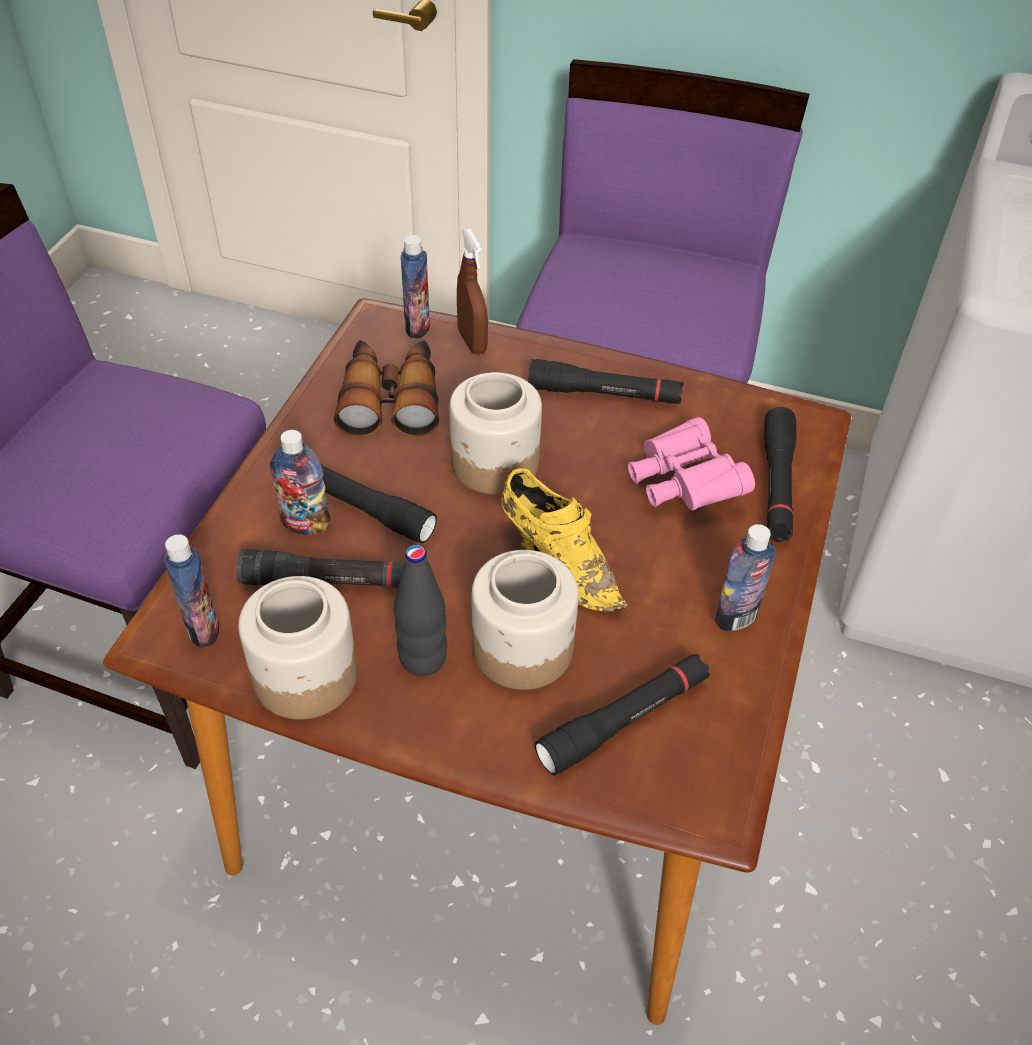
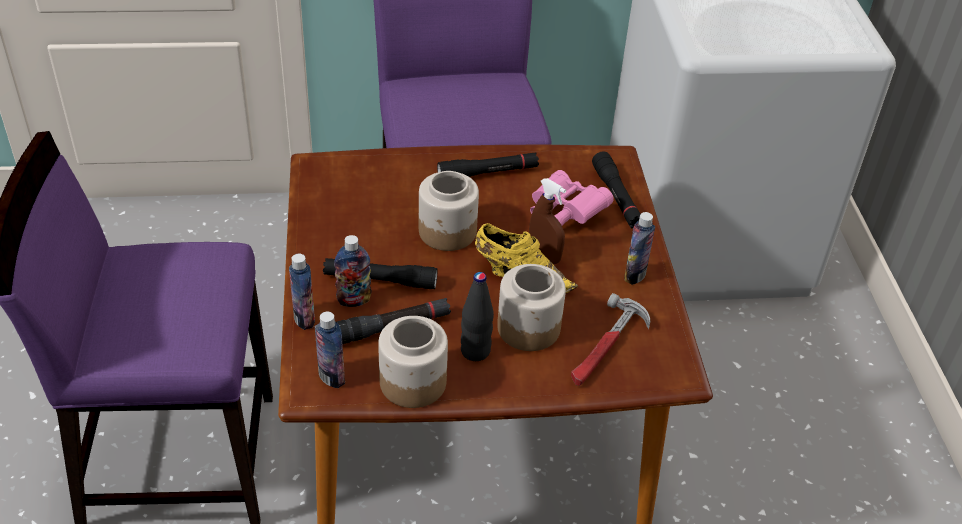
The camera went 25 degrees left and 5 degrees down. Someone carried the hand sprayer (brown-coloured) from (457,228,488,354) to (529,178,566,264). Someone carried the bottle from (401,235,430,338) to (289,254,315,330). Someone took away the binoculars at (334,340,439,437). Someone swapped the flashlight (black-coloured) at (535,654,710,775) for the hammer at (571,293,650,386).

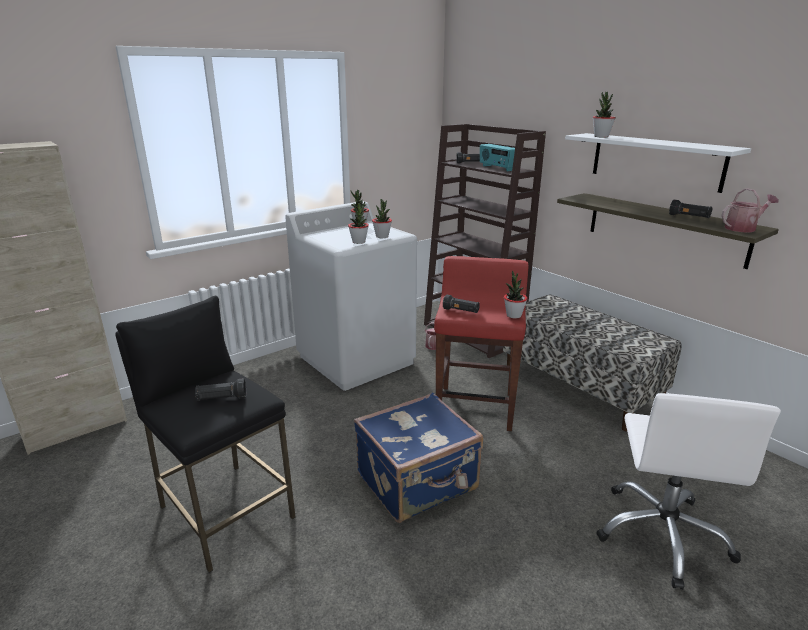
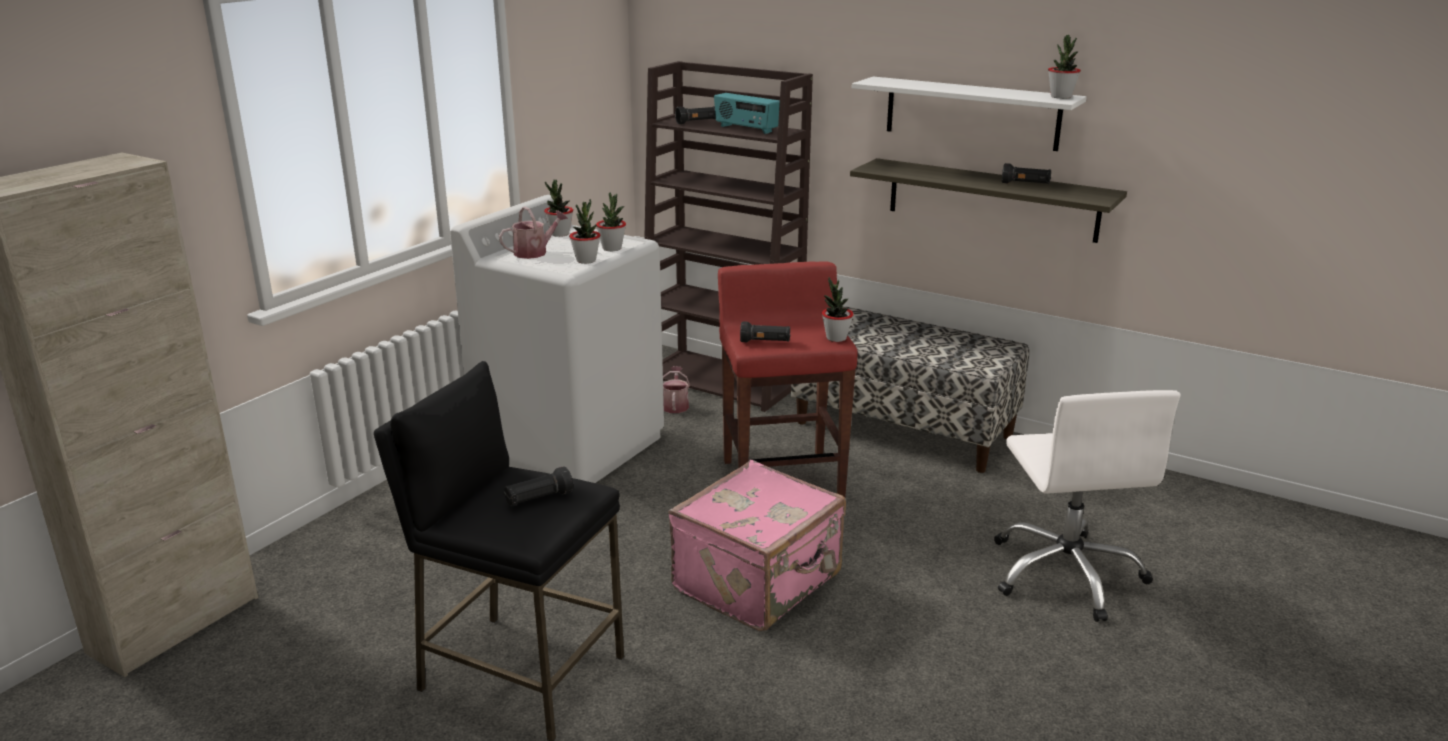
The camera went 20 degrees left and 0 degrees up. Someone carried the plant in a pot from (593,92,616,138) to (1048,35,1081,99). Someone carried the sprinkling can from (722,188,779,232) to (499,206,568,259). Someone repainted the suitcase (blue-coloured) at (354,393,483,523), which became the suitcase (pink-coloured) at (668,460,846,631).

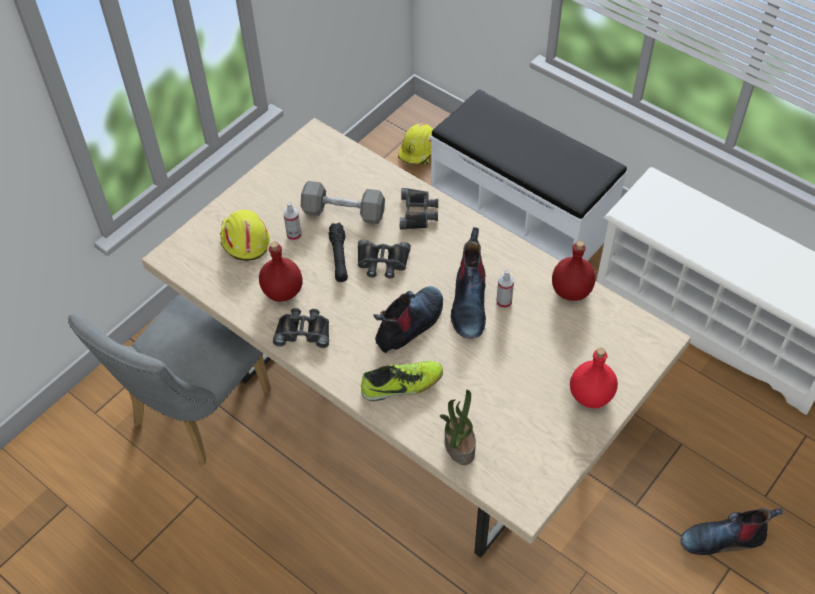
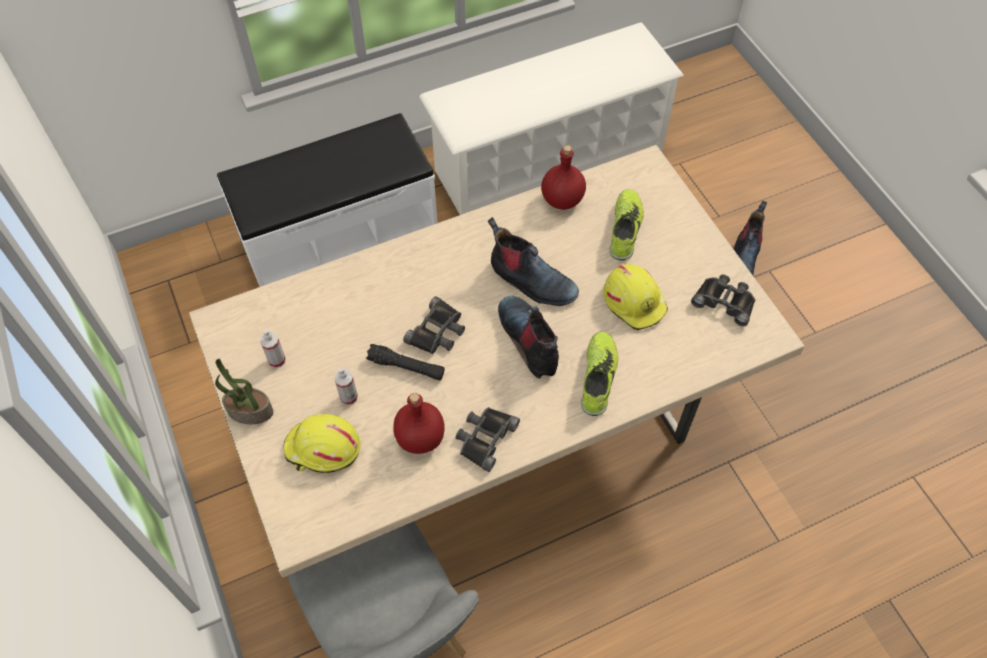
The camera went 65 degrees left and 5 degrees up. Someone carried the work helmet (yellow) from (398,123,433,164) to (603,264,668,330). Someone took away the dumbbell (grey) at (301,181,385,224). Someone carried the binoculars (black-coloured) from (400,188,438,230) to (691,275,755,326). Someone carried the hand sprayer from (496,270,514,309) to (260,329,286,368). Someone took away the bottle (reddish) at (570,348,618,408). Someone carried the plant in a pot from (440,390,476,465) to (215,359,274,424). Someone put down the shoe at (609,189,644,261).

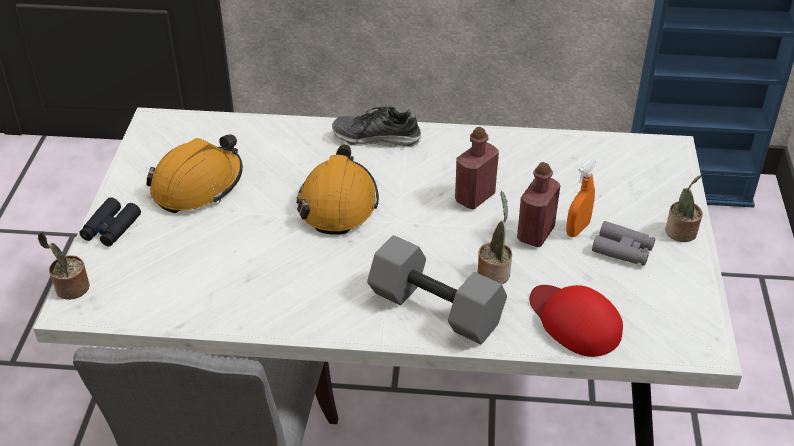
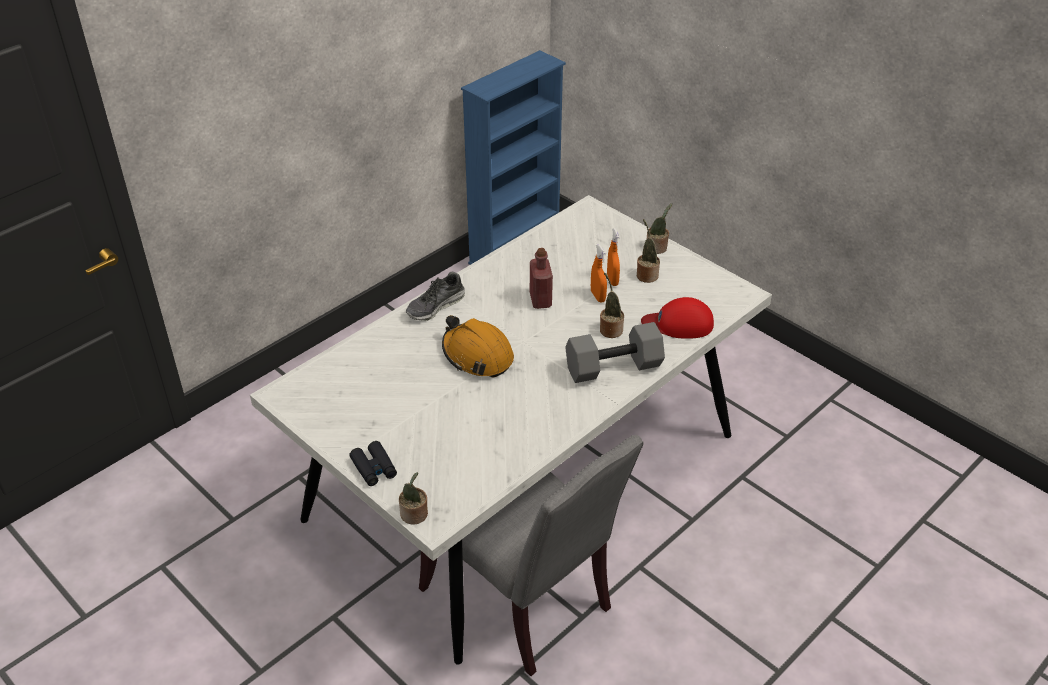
The camera went 50 degrees left and 0 degrees up. Someone took away the work helmet (orange-coloured) at (146,134,243,213). Someone swapped the bottle (reddish) at (517,162,560,247) for the hand sprayer (orange-coloured) at (591,244,607,302). Someone swapped the binoculars (grey) at (592,221,655,266) for the plant in a pot at (637,219,660,283).

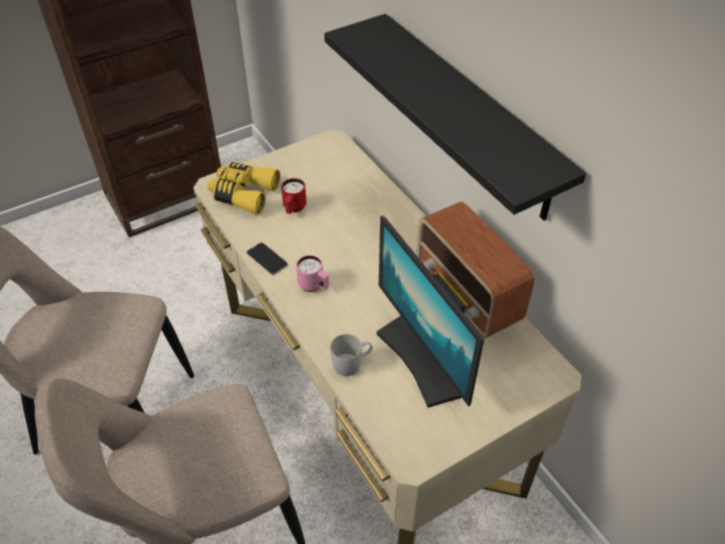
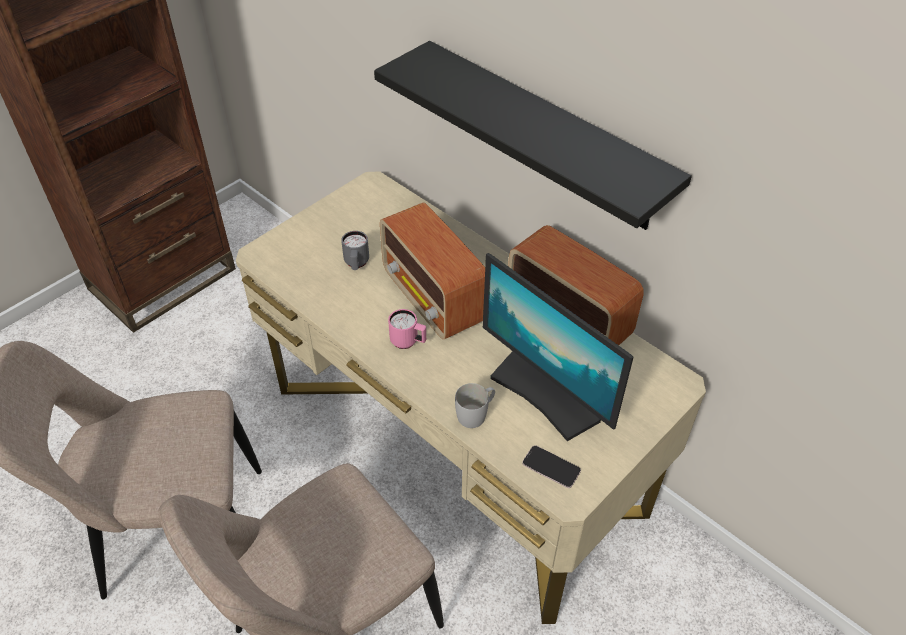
The camera went 15 degrees left and 0 degrees up. Someone took away the binoculars (yellow) at (207,162,280,215). Someone repainted the tea mug (reddish) at (281,178,306,214), which became the tea mug (grey) at (341,231,369,270). Someone carried the phone from (247,242,288,275) to (522,445,581,488). Someone put down the radio receiver at (380,202,485,339).

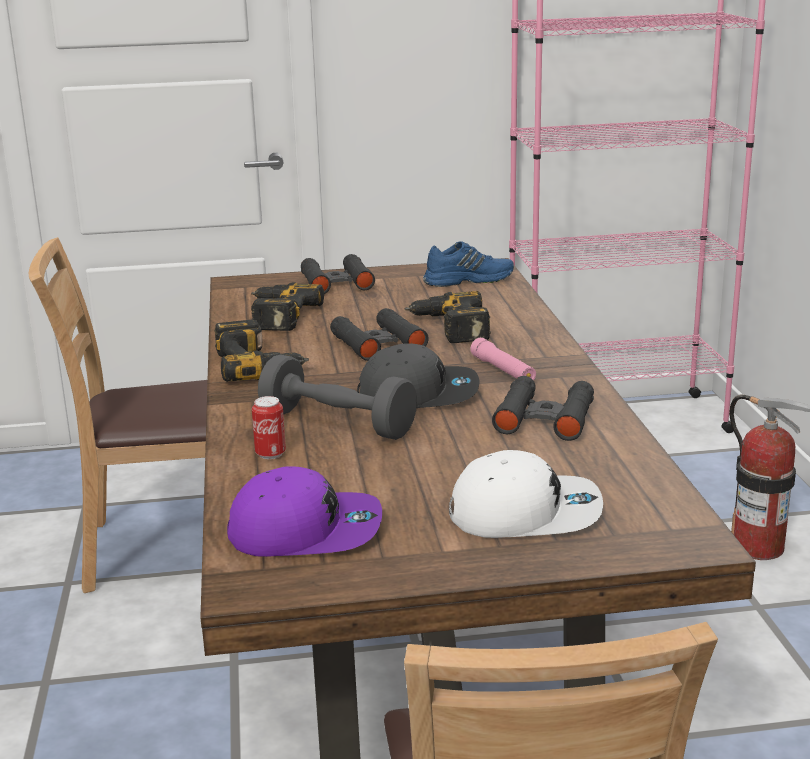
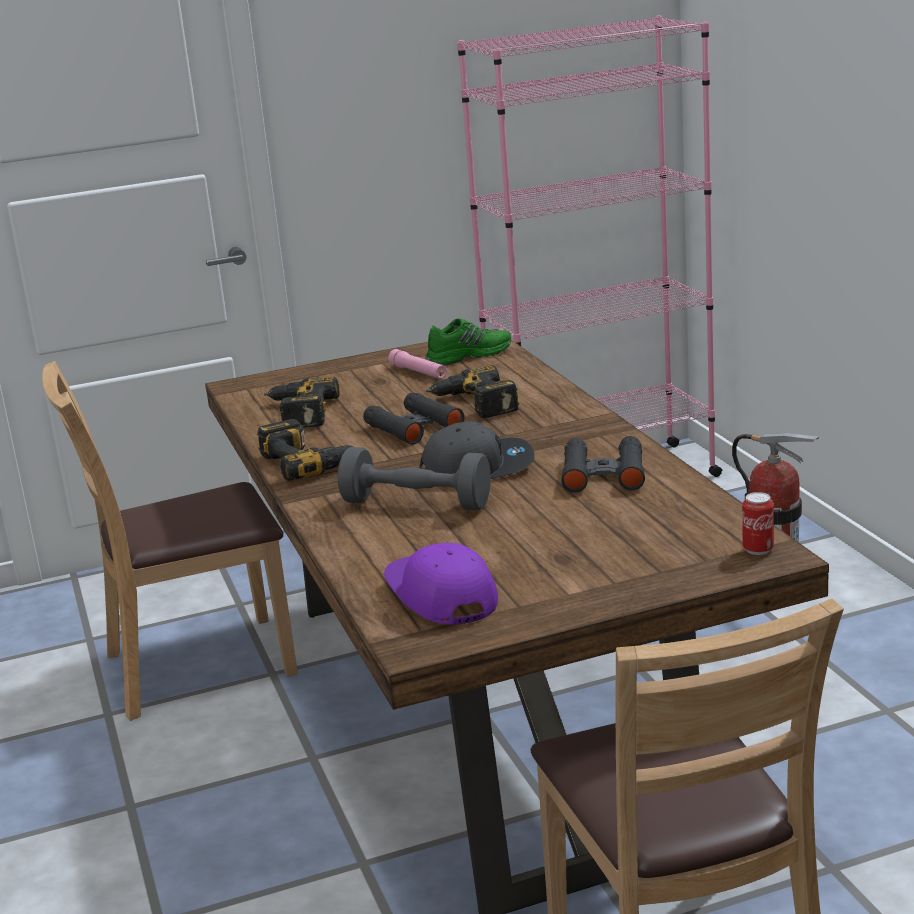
The camera went 10 degrees left and 0 degrees up. Someone repainted the shoe (blue-coloured) at (423,241,514,287), which became the shoe (green) at (425,318,511,366). Someone took away the binoculars (black-coloured) at (301,254,375,294). Someone carried the flashlight (pink-coloured) from (470,338,536,381) to (388,349,447,379). Someone carried the sealed can from (252,396,286,459) to (742,492,774,555). Someone took away the baseball cap (white) at (449,450,603,538). Someone rotated the baseball cap (purple) at (227,466,382,557) by 105 degrees counterclockwise.

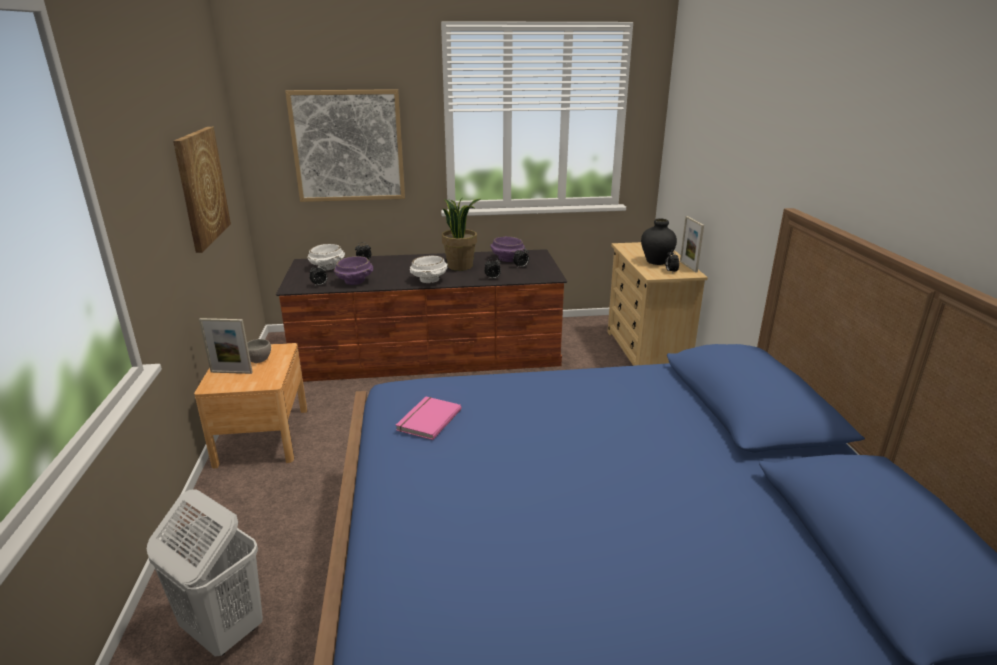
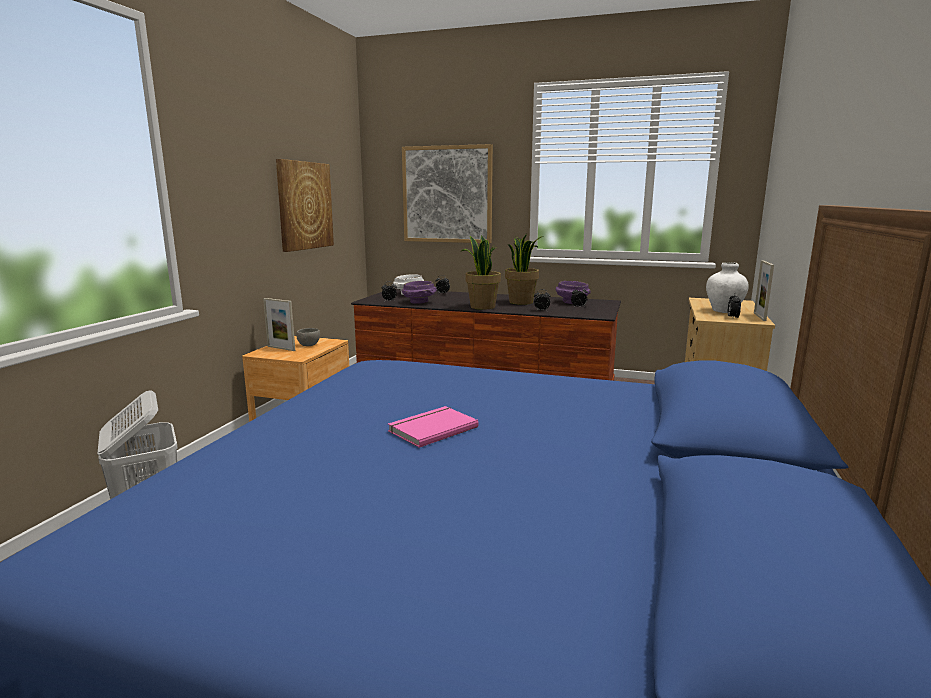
The camera went 25 degrees right and 10 degrees down. Someone repainted the flower vase (black-coloured) at (641,218,677,265), which became the flower vase (white) at (706,262,749,313). Someone swapped the bowl (white) at (410,255,448,283) for the plant in a pot at (460,235,501,310). Someone carried the book (pink-coloured) from (396,397,461,440) to (388,406,478,448).

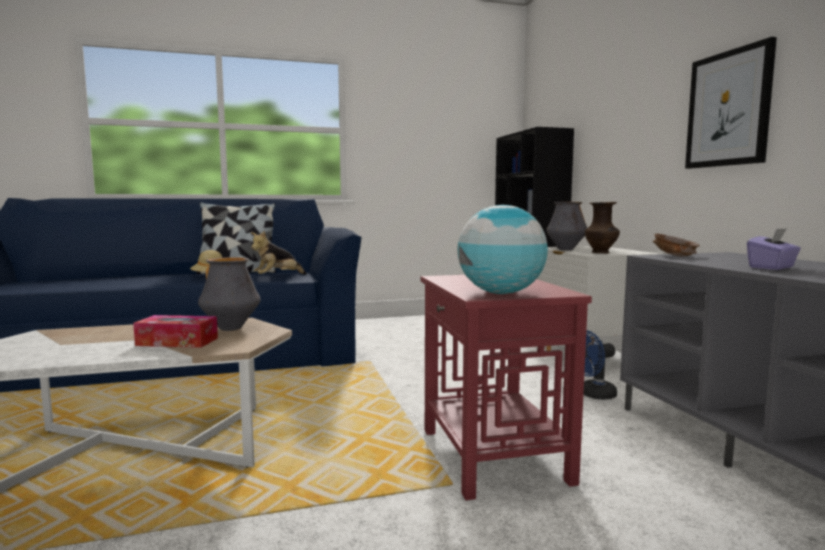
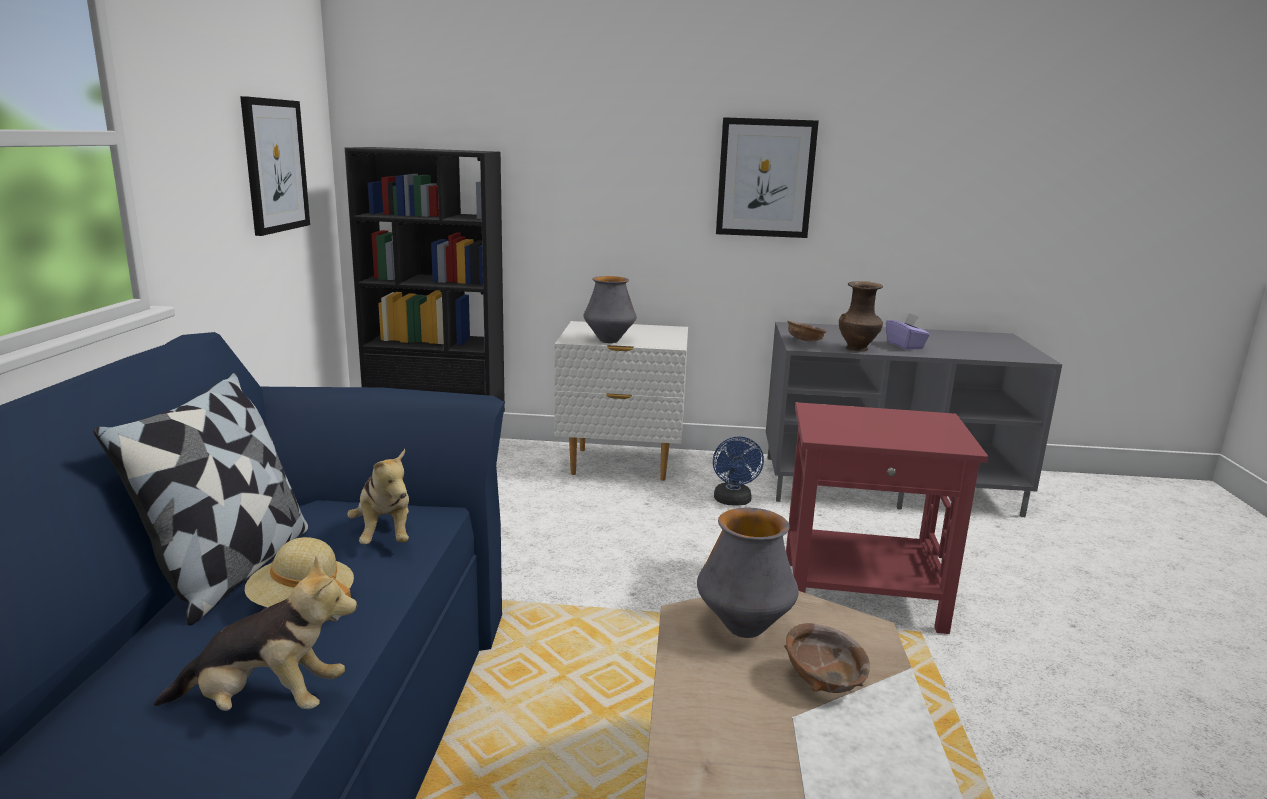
The camera went 70 degrees left and 10 degrees up. Someone carried the flower vase (brown-coloured) from (585,202,620,254) to (839,281,883,352). Someone took away the world globe at (457,205,548,294). Someone swapped the tissue holder at (133,315,218,348) for the bowl (brown-coloured) at (784,623,870,693). Someone put up the wall art at (240,96,310,236). Someone put down the cuddly toy at (154,556,357,711).

